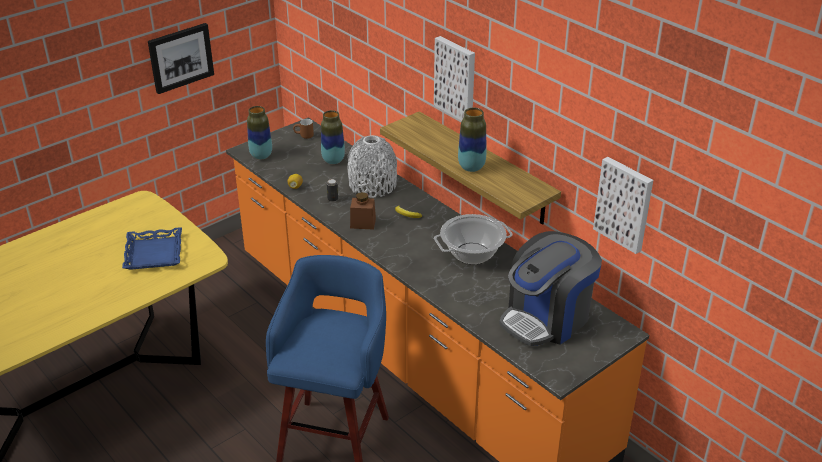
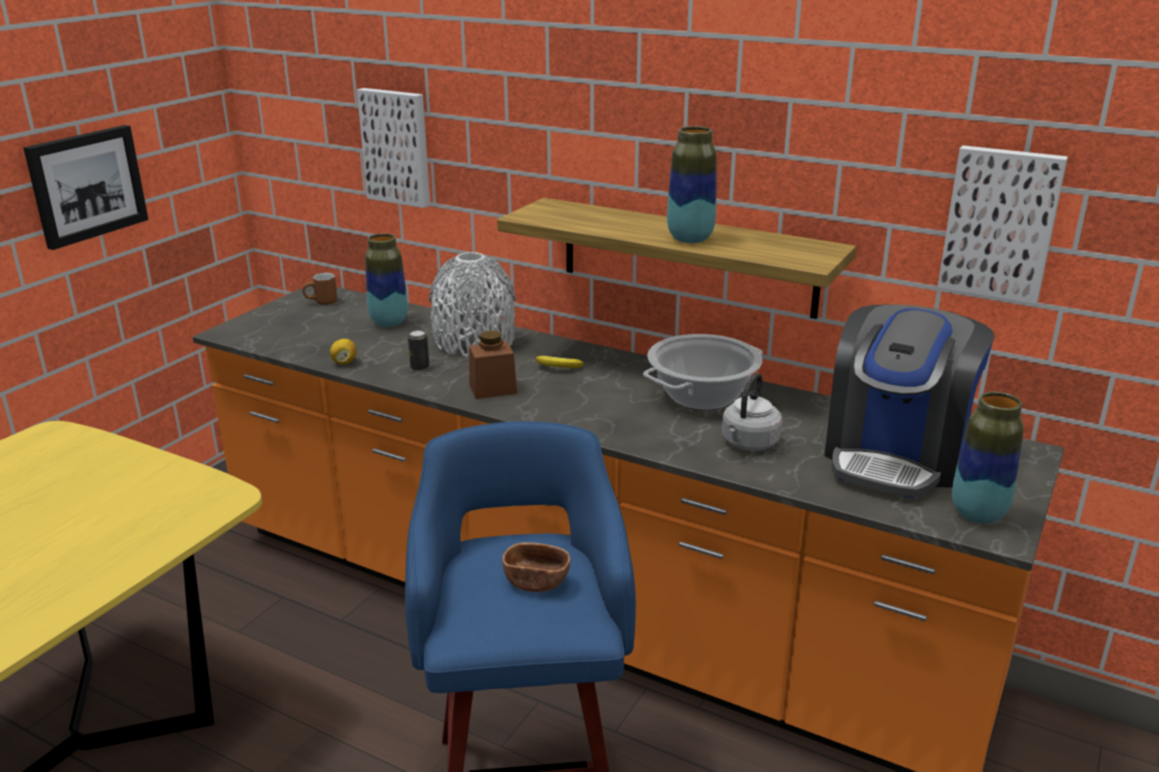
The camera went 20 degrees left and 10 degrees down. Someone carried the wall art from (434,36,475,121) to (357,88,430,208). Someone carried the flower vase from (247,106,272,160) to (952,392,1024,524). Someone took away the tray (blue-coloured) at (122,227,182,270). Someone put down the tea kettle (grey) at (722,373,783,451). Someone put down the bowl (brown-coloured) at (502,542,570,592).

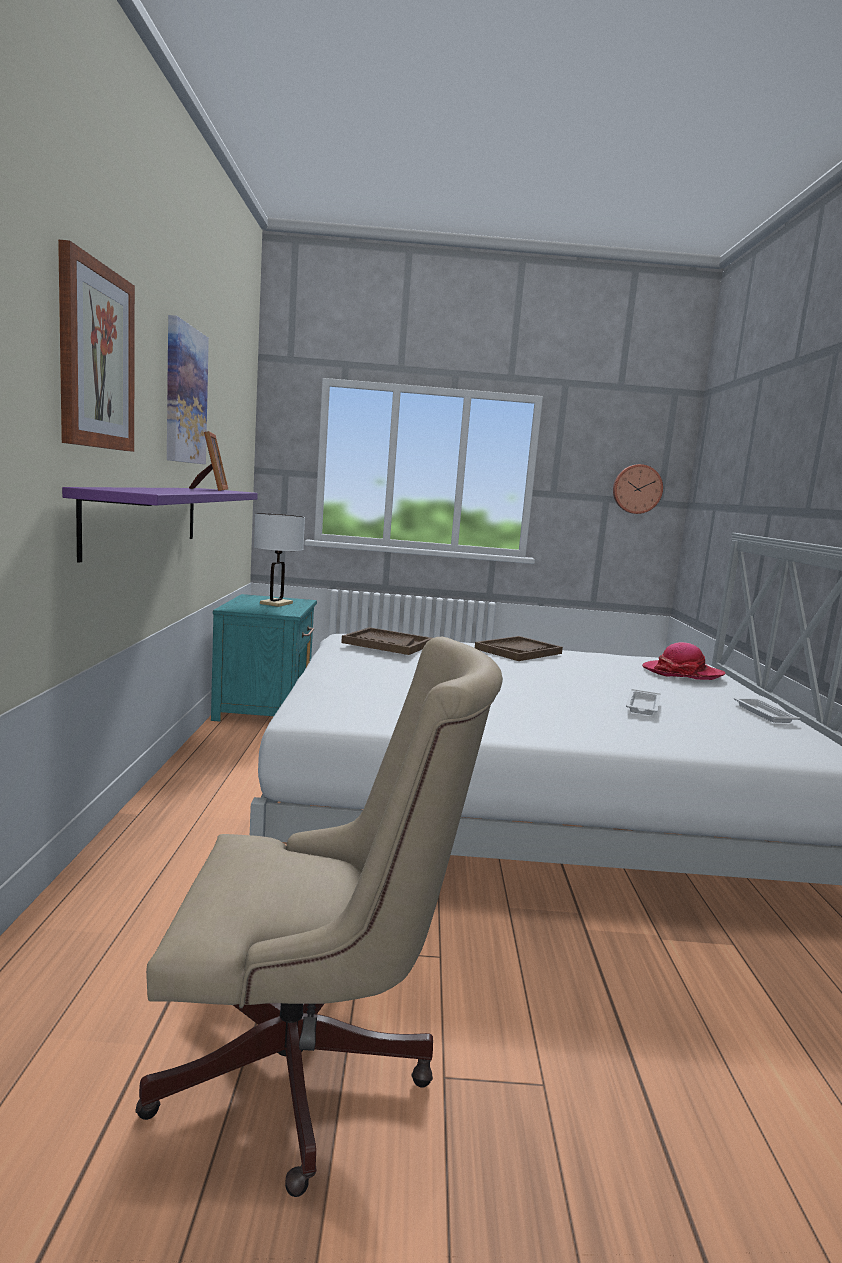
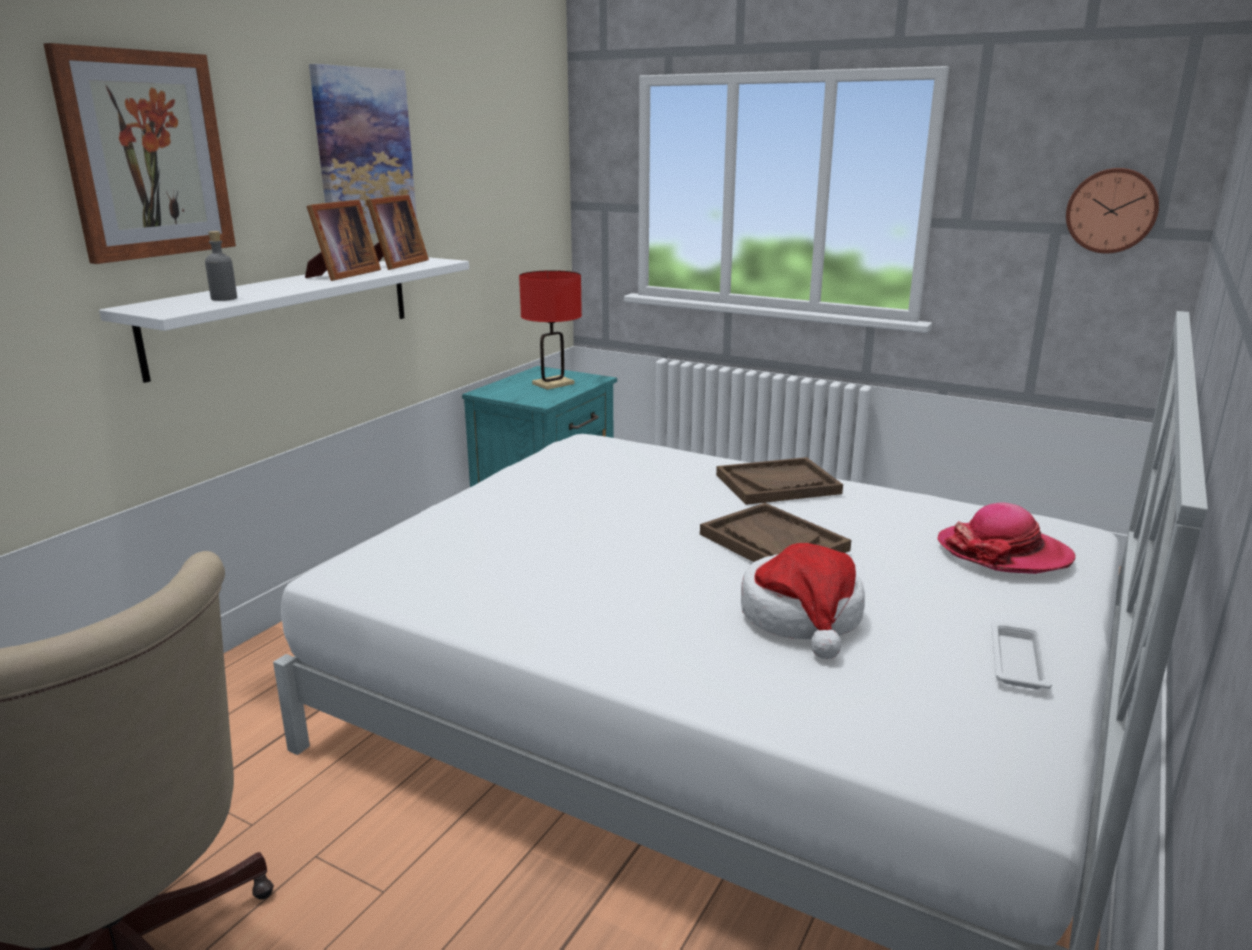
The camera went 30 degrees right and 10 degrees up. Someone repainted the shelf (purple) at (62,487,258,563), which became the shelf (white) at (99,257,469,383). Someone repainted the lamp for a table (white) at (254,513,305,607), which became the lamp for a table (reddish) at (519,270,582,390). Someone carried the tray (brown-coloured) from (341,627,432,655) to (700,503,851,562). Someone swapped the tray (white) at (626,689,661,715) for the hat at (741,543,865,659). Someone put down the standing frame at (305,200,381,281). Someone put down the bottle (grey) at (205,231,237,301).

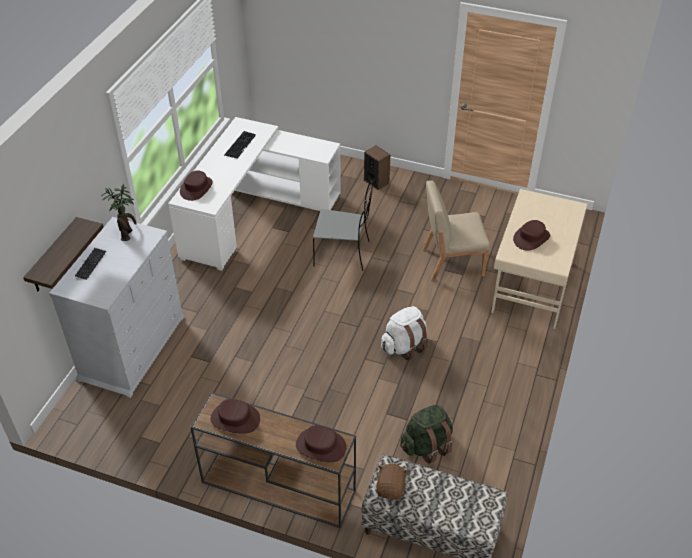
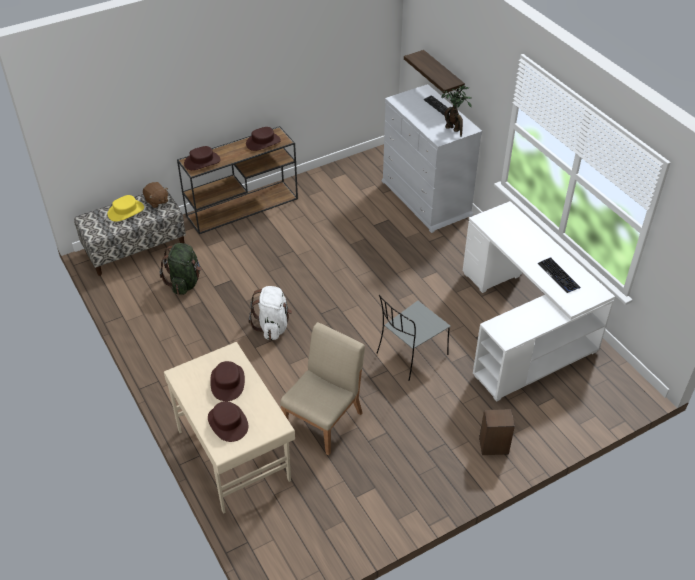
The camera went 130 degrees right and 0 degrees up. Someone carried the hat (brown-coloured) from (180,170,213,201) to (208,401,248,442). Someone put down the hat (yellow) at (108,195,144,222).

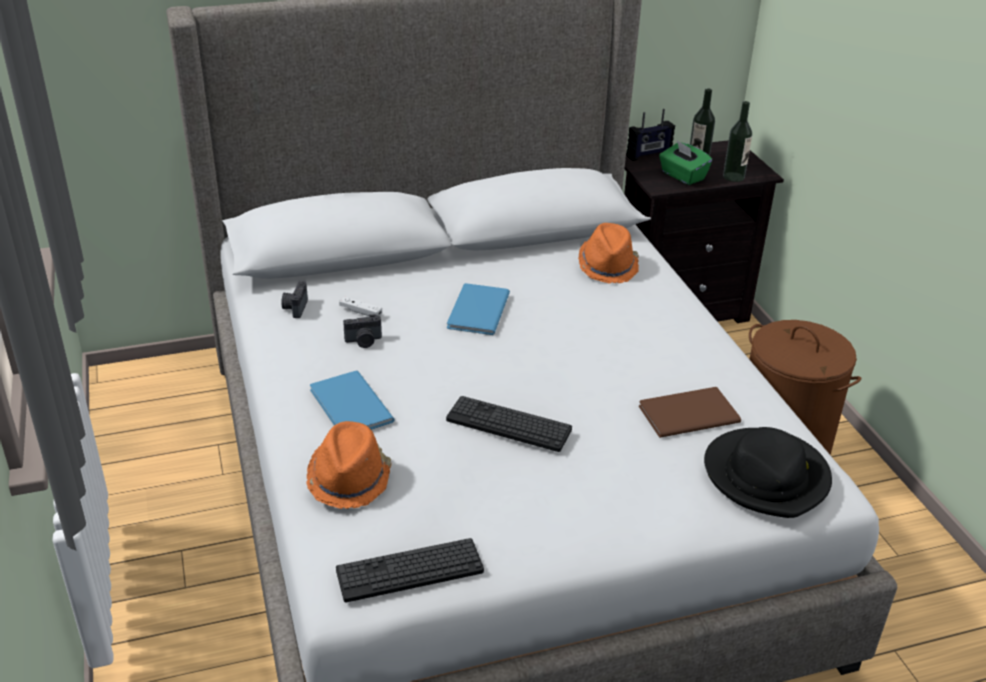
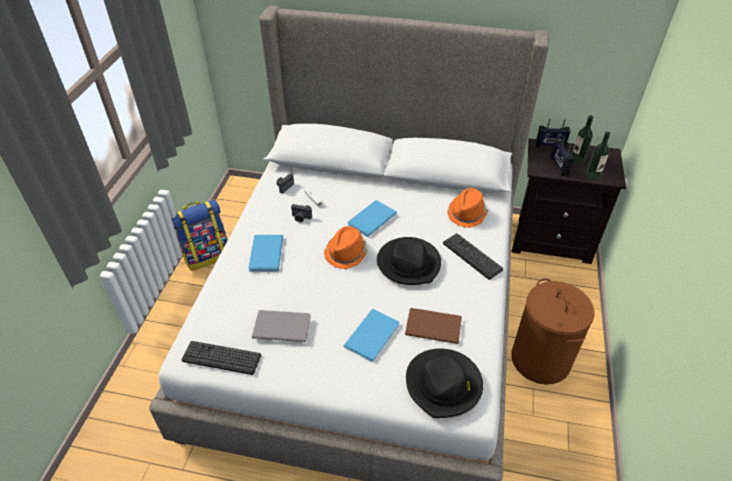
The camera went 30 degrees right and 10 degrees up. Someone swapped the tissue holder (green) at (659,140,712,185) for the radio receiver at (550,136,575,176). Someone carried the keyboard from (446,396,572,452) to (443,233,503,280). Someone carried the hat (orange-coloured) from (306,421,392,509) to (324,226,368,269). Someone put down the backpack at (172,199,228,271). Someone put down the hat (black-coloured) at (377,237,441,285). Someone put down the book (blue-coloured) at (344,309,399,362). Someone put down the book (grey) at (252,310,311,342).

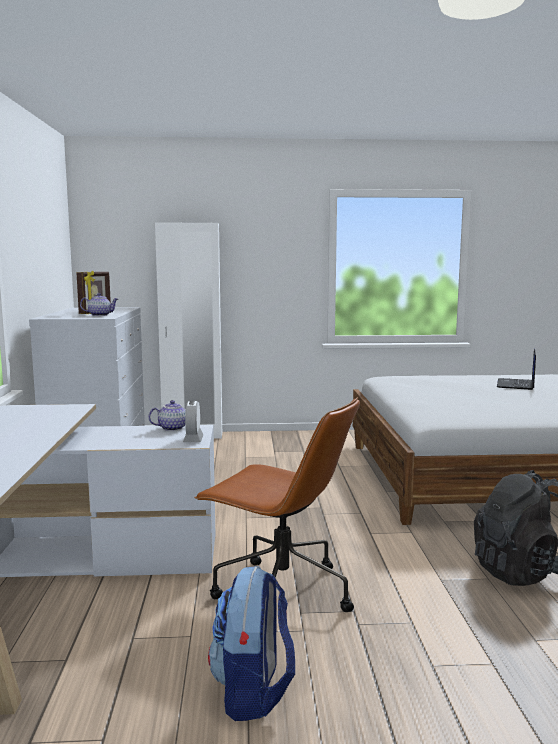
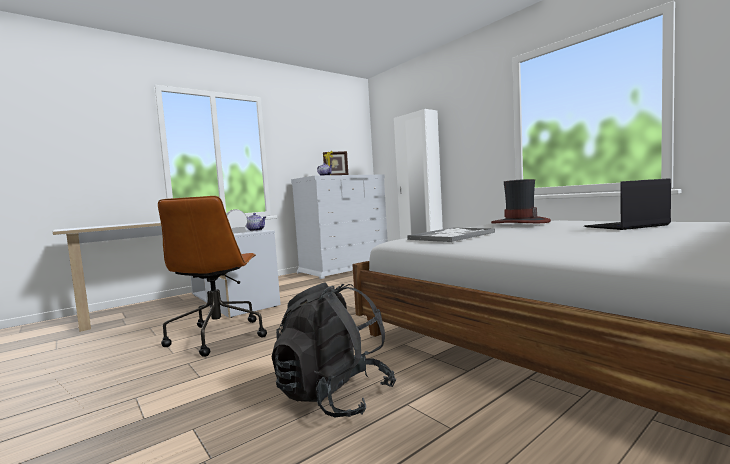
The camera went 55 degrees right and 5 degrees down. Someone took away the backpack at (208,566,295,721). Someone put down the hat at (491,179,551,224). Someone put down the tray at (407,228,495,242).

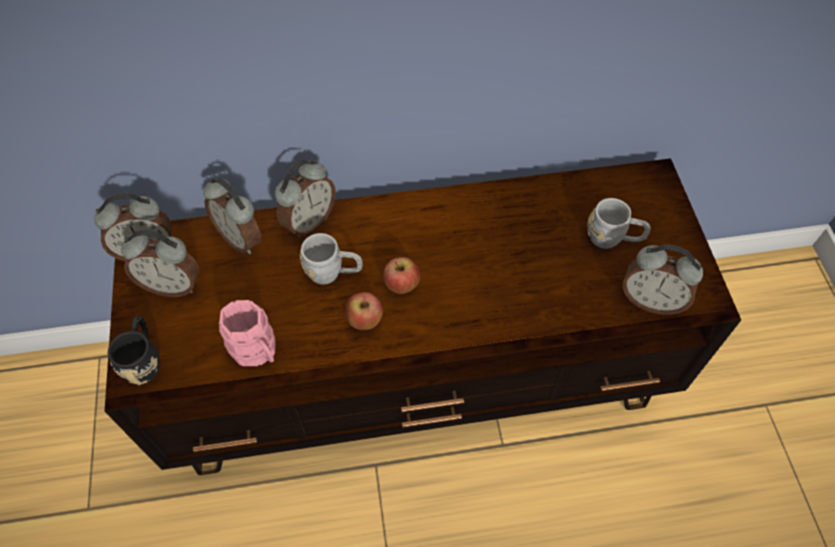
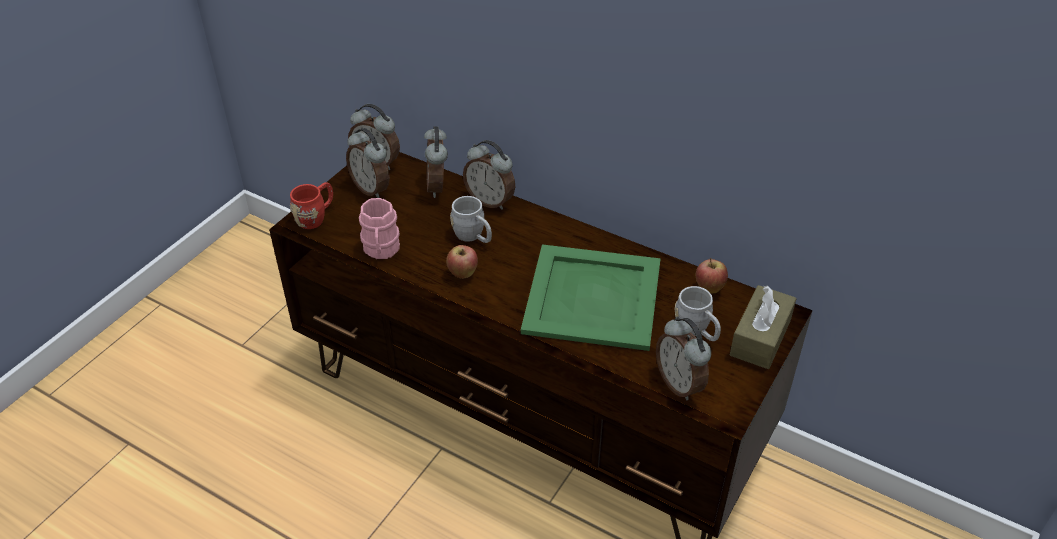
The camera went 40 degrees right and 15 degrees down. Someone rotated the table clock at (275,159,336,238) by 45 degrees clockwise. Someone carried the apple from (384,257,420,294) to (696,258,728,293). Someone repainted the tea mug (black-coloured) at (108,316,160,385), which became the tea mug (reddish) at (290,182,333,229). Someone put down the tray (green) at (521,244,661,351). Someone put down the tissue holder (brown-coloured) at (730,285,797,369).

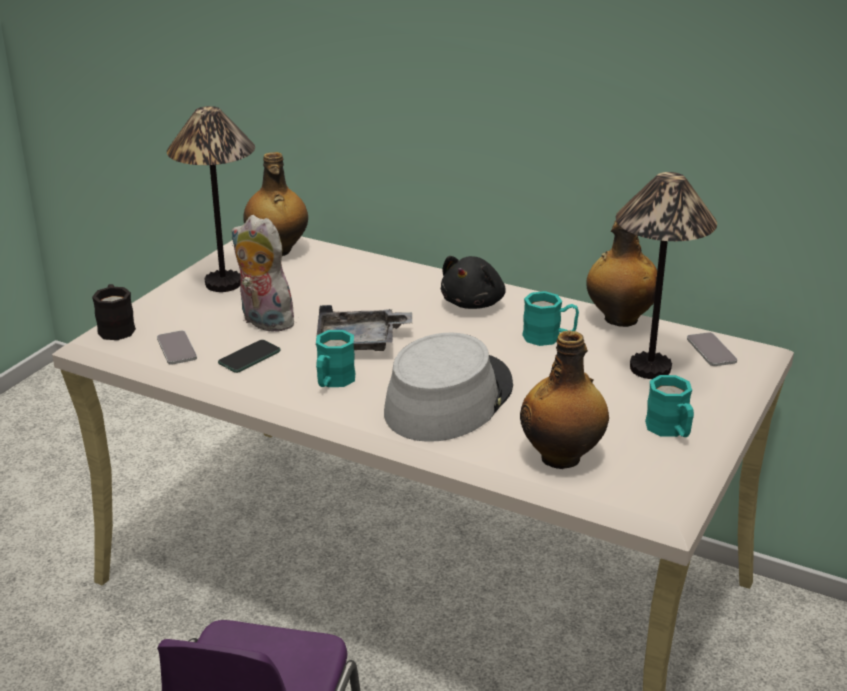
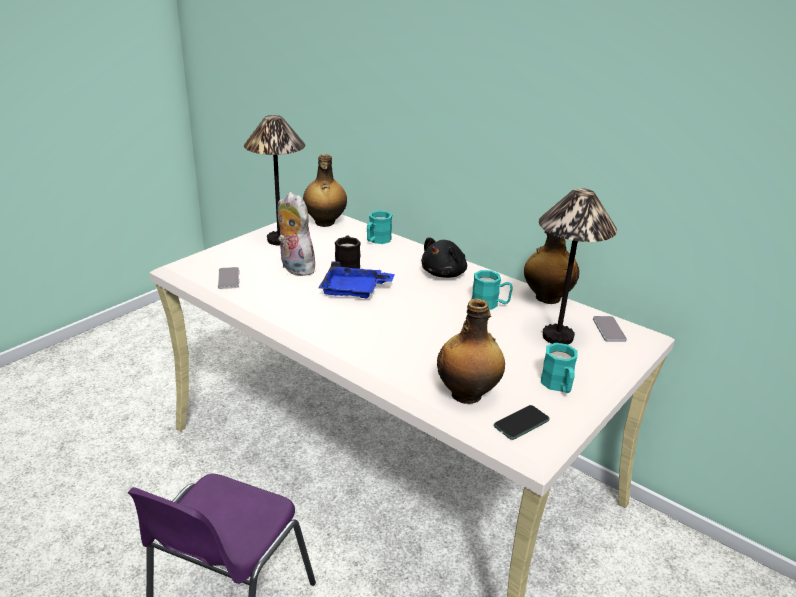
The camera went 10 degrees right and 0 degrees up. Someone carried the tea mug (black-coloured) from (92,284,136,340) to (335,235,361,269). Someone repainted the tray (grey) at (316,305,412,351), which became the tray (blue-coloured) at (319,261,395,299). Someone carried the tea mug (turquoise) from (316,330,355,387) to (367,211,392,244). Someone took away the hat (grey) at (384,333,513,442). Someone carried the phone from (218,340,281,373) to (494,405,550,440).

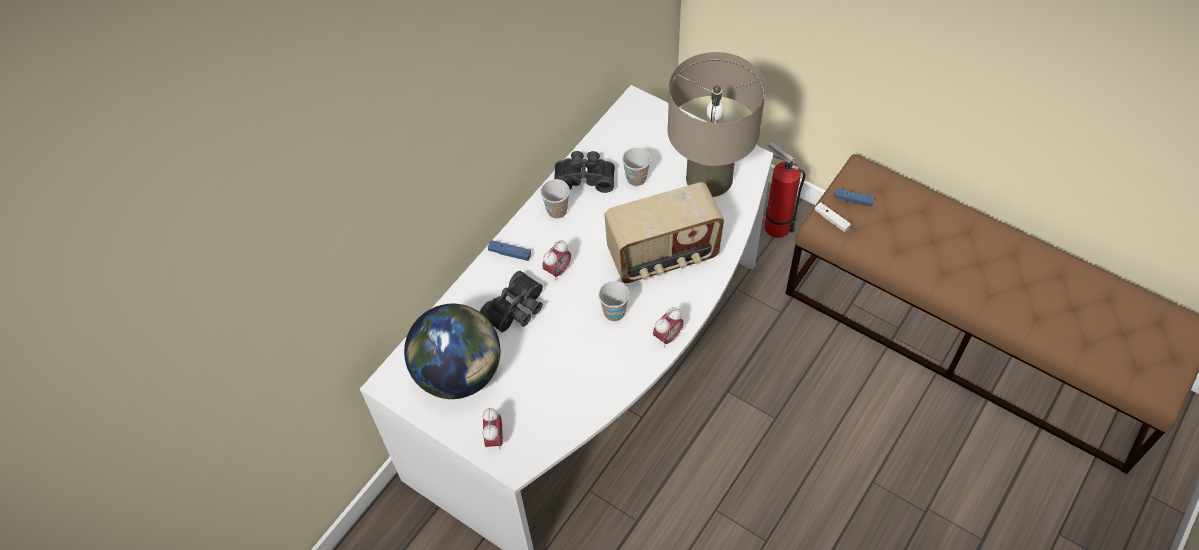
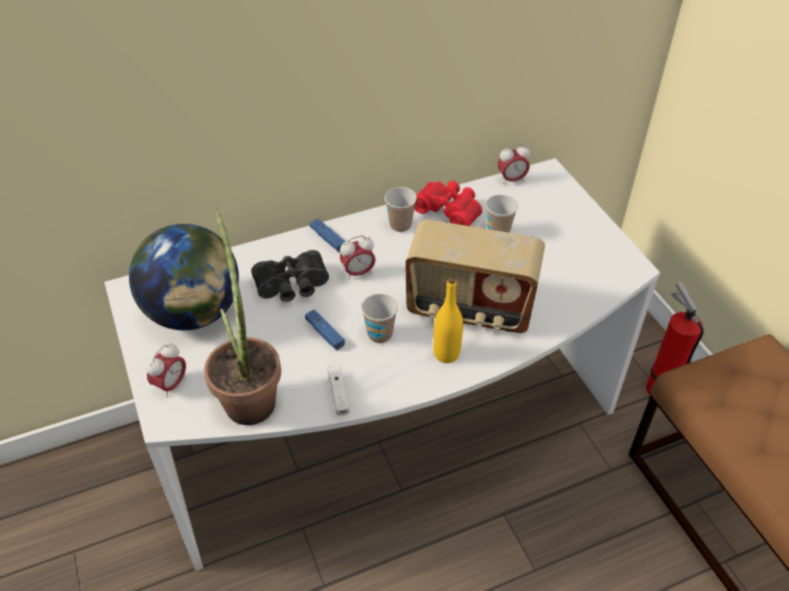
The camera went 30 degrees right and 10 degrees down. Someone took away the lamp for a table (beige) at (667,52,766,197). Someone repainted the binoculars (black-coloured) at (554,151,615,193), which became the binoculars (reddish) at (414,181,482,226). Someone carried the gamepad (blue-coloured) from (834,188,874,207) to (305,309,345,350). Someone carried the gamepad (white) from (815,202,851,232) to (328,365,350,416). Someone carried the table clock from (653,307,684,348) to (498,144,530,185). Someone put down the plant in a pot at (204,206,281,425). Someone put down the bottle (yellow) at (433,277,463,363).

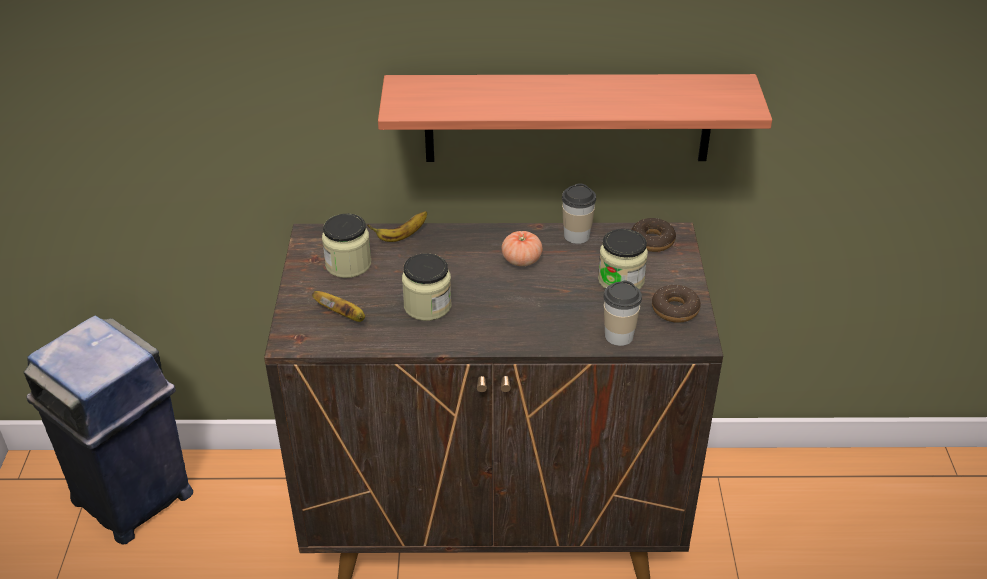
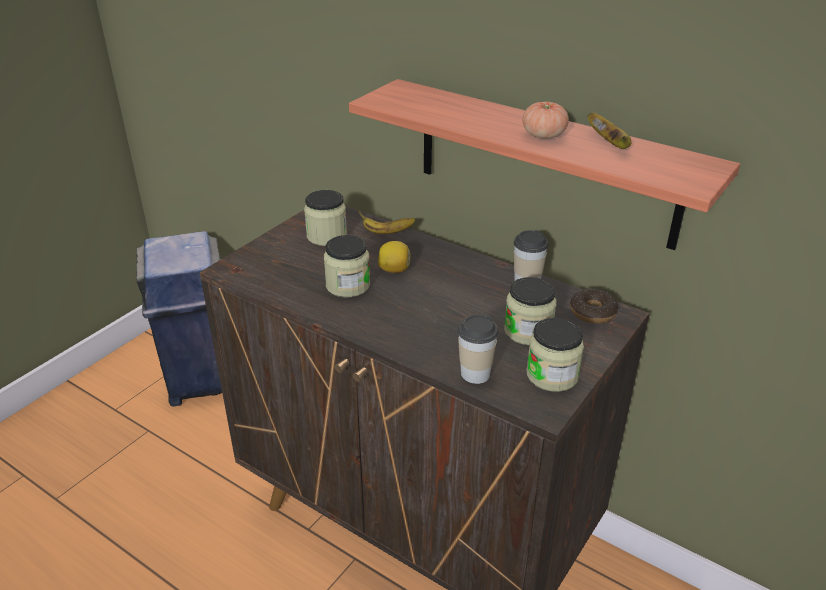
The camera went 35 degrees right and 5 degrees down. Someone carried the tomato from (501,231,543,266) to (522,102,569,139). Someone swapped the doughnut at (652,285,701,323) for the storage jar at (527,318,584,392). Someone carried the whole banana from (312,291,365,322) to (588,113,631,149). Someone put down the lemon at (378,241,411,273).

